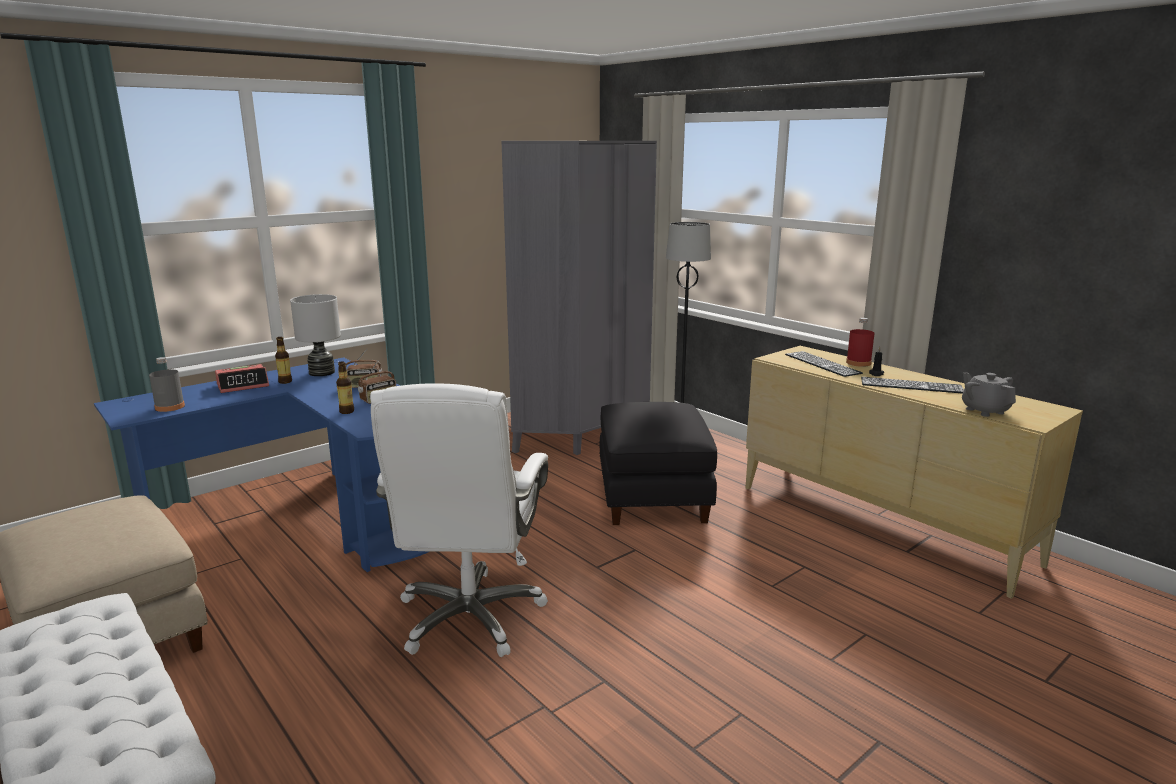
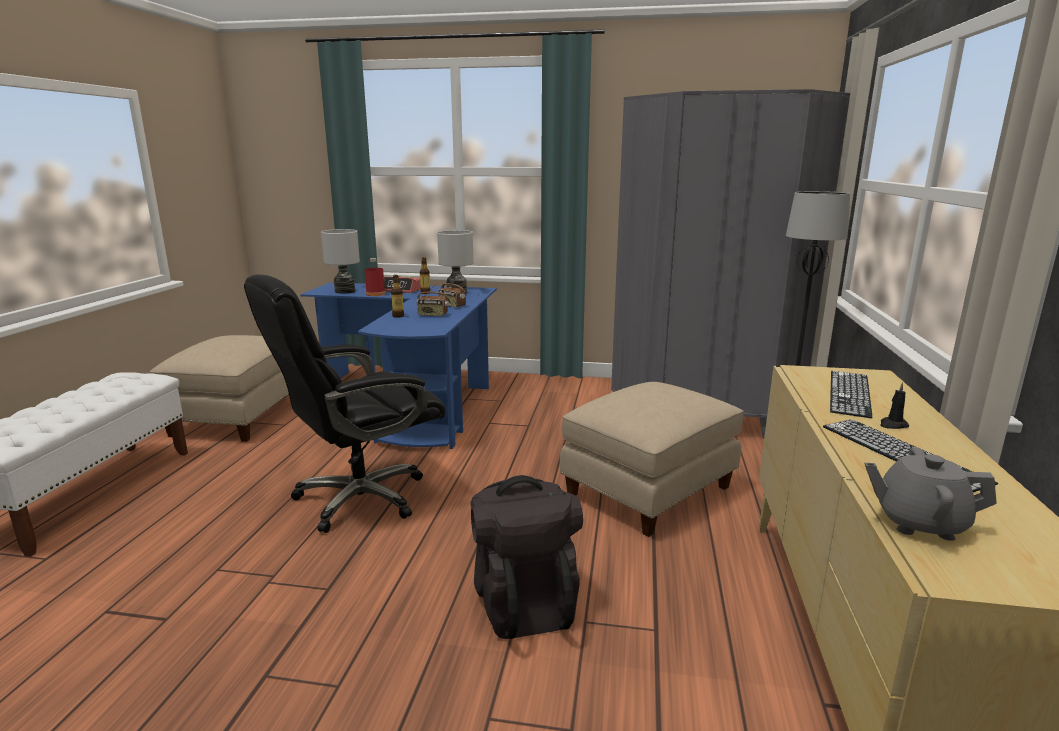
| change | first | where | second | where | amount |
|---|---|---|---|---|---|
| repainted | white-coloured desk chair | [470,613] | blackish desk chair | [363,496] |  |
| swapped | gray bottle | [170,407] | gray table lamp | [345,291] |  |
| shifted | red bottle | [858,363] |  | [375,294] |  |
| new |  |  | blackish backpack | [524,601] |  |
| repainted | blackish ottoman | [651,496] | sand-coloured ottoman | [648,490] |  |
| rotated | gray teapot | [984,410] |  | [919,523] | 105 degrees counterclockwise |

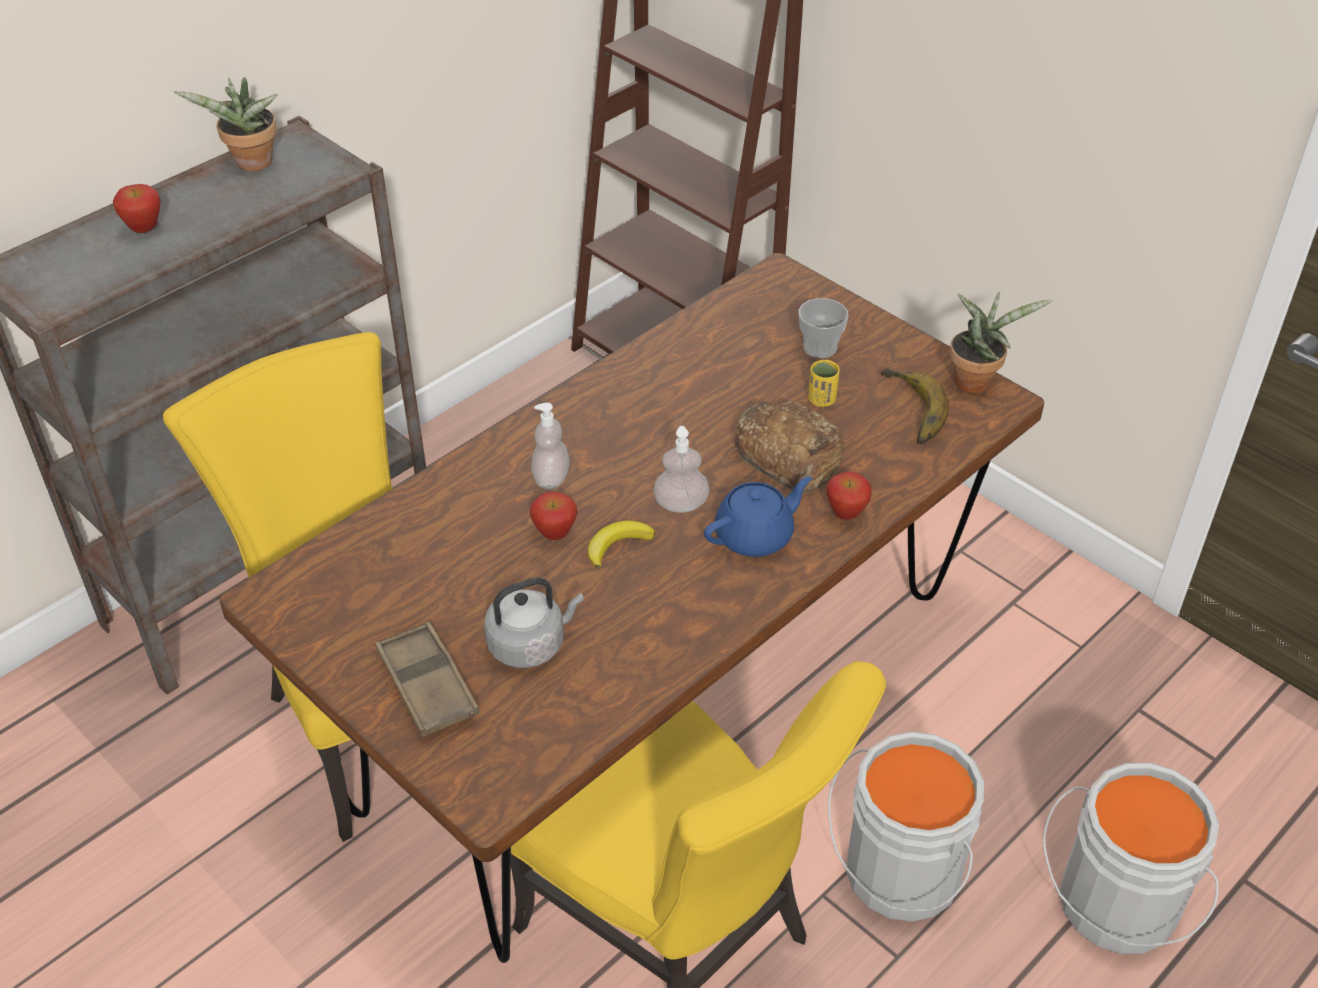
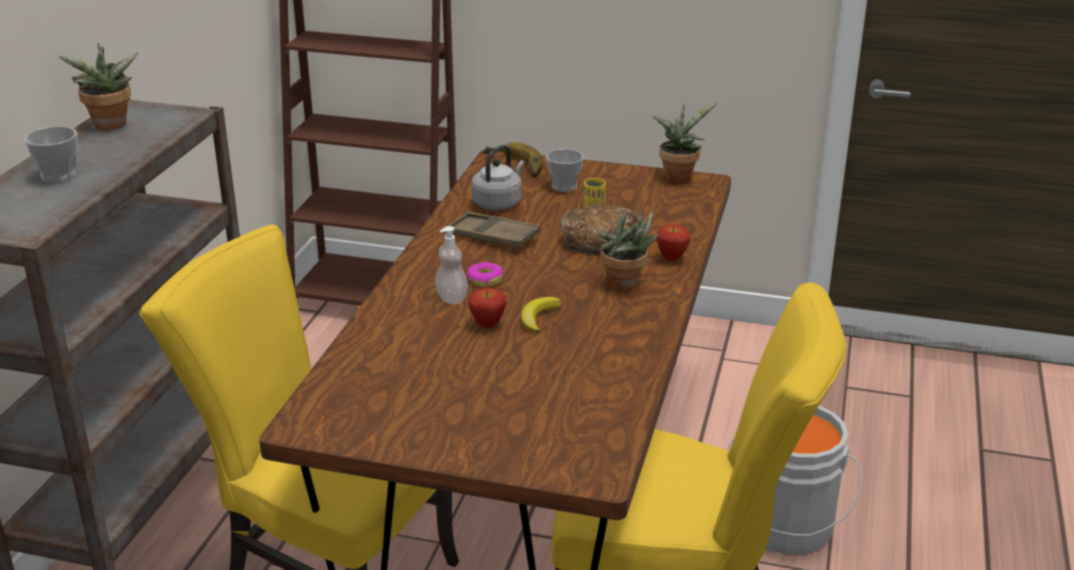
| change | first | where | second | where | amount |
|---|---|---|---|---|---|
| swapped | apple fruit | [144,229] | drinking cup | [59,176] |  |
| shifted | brown-coloured serving tray | [427,685] |  | [492,236] |  |
| new |  |  | donut | [485,280] |  |
| shifted | gray water kettle | [530,644] |  | [499,203] |  |
| shifted | banana | [908,411] |  | [513,166] |  |
| swapped | bluish teapot | [755,536] | houseplant | [626,285] |  |
| gone | soap bottle | [681,504] |  |  |  |
| gone | gray bucket | [1113,907] |  |  |  |

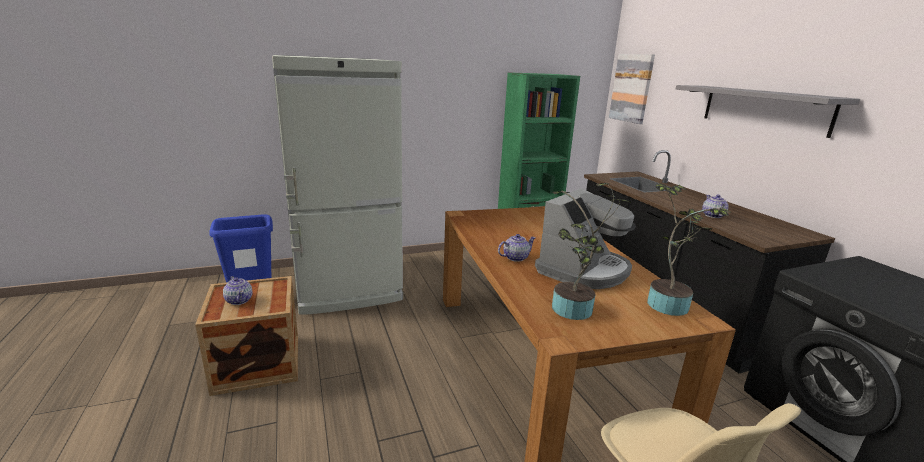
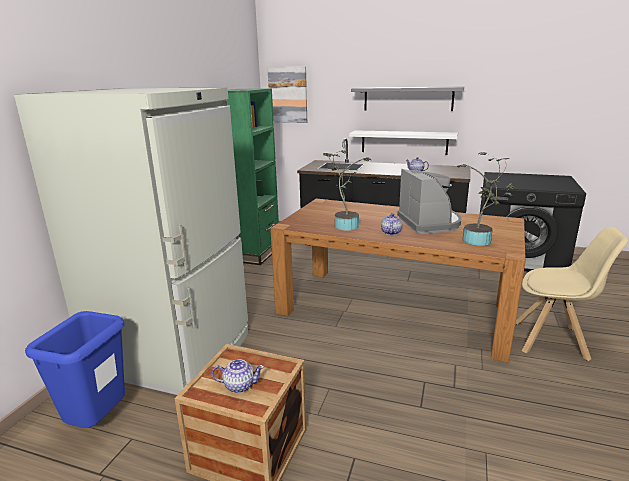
| change | first | where | second | where | amount |
|---|---|---|---|---|---|
| shifted | houseplant | [668,303] |  | [345,225] |  |
| new |  |  | white-coloured bracket shelf | [404,142] |  |

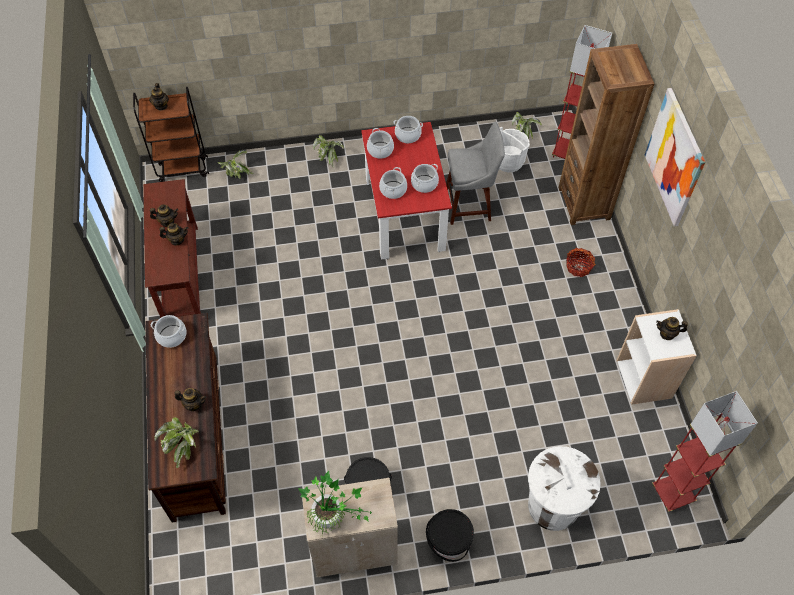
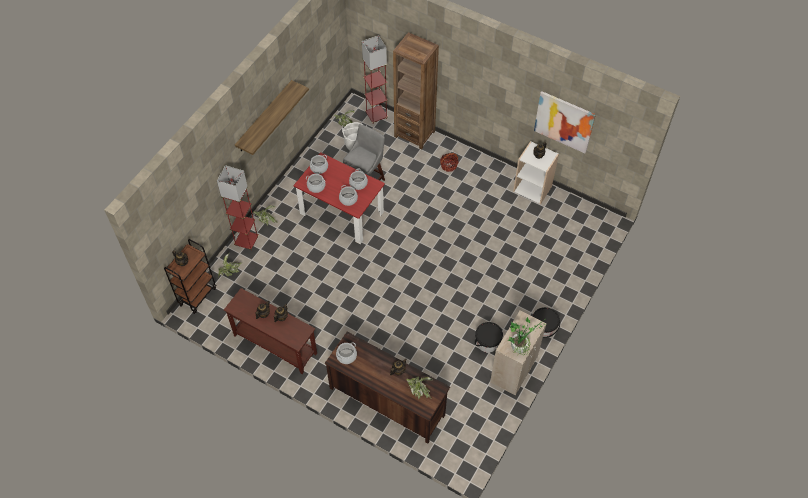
| change | first | where | second | where | amount |
|---|---|---|---|---|---|
| shifted | red floor lamp | [672,493] |  | [246,241] |  |
| new |  |  | bracket shelf | [264,117] |  |
| shifted | wall art | [674,158] |  | [564,121] |  |
| gone | white-coloured trash can | [552,506] |  |  |  |

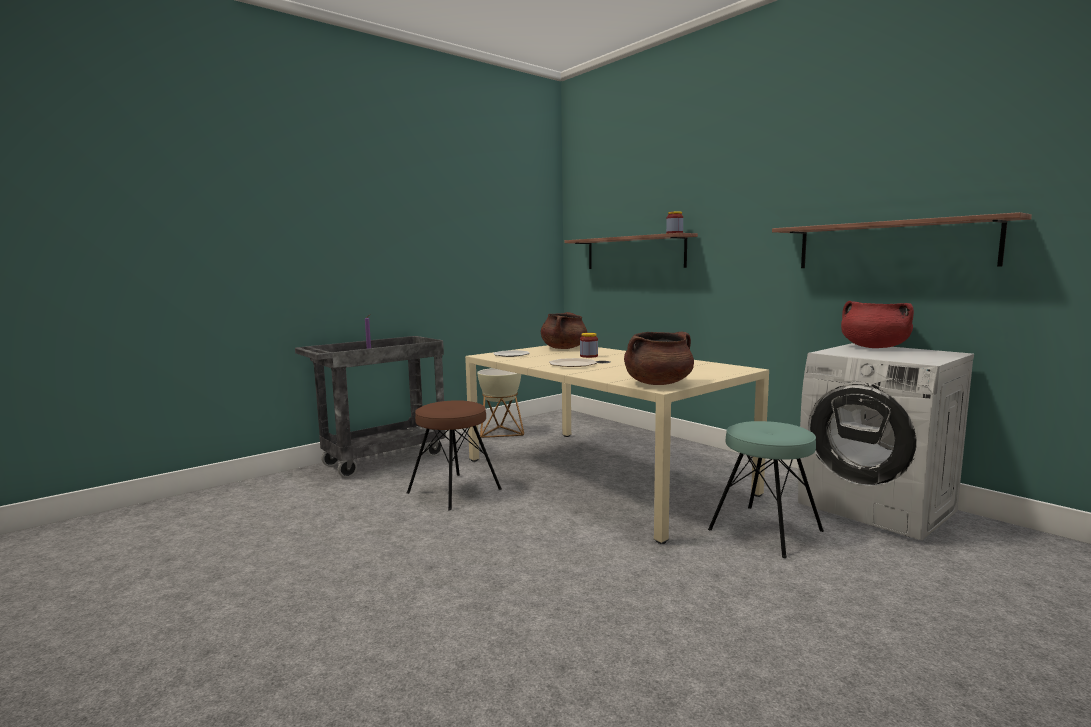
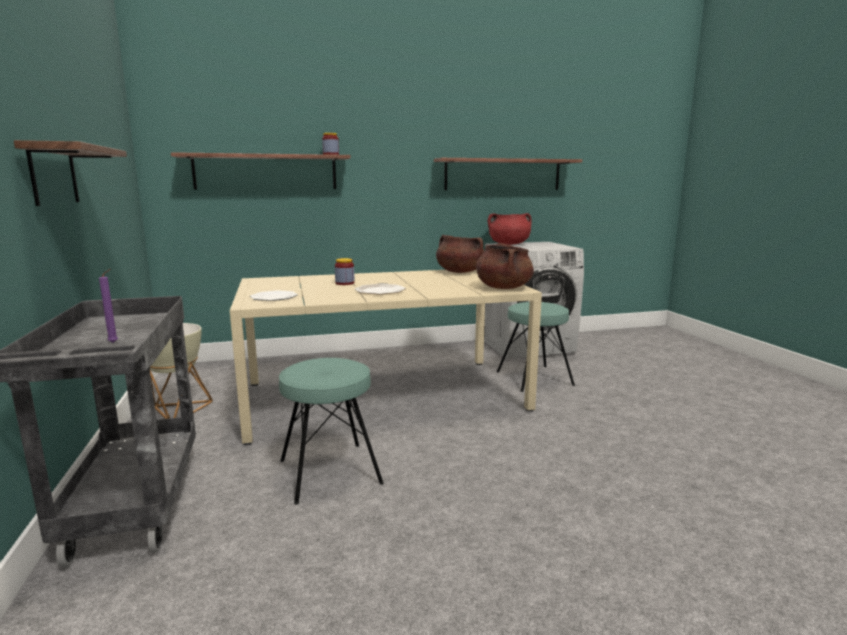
| change | first | where | second | where | amount |
|---|---|---|---|---|---|
| new |  |  | bracket shelf | [53,175] |  |
| repainted | brown-coloured sitting stool | [454,491] | blue-green sitting stool | [329,472] |  |
| shifted | brown-coloured cooking pot | [564,348] |  | [459,272] |  |

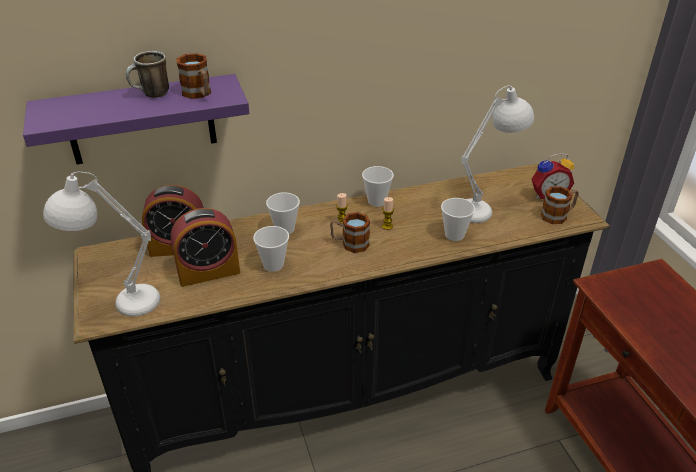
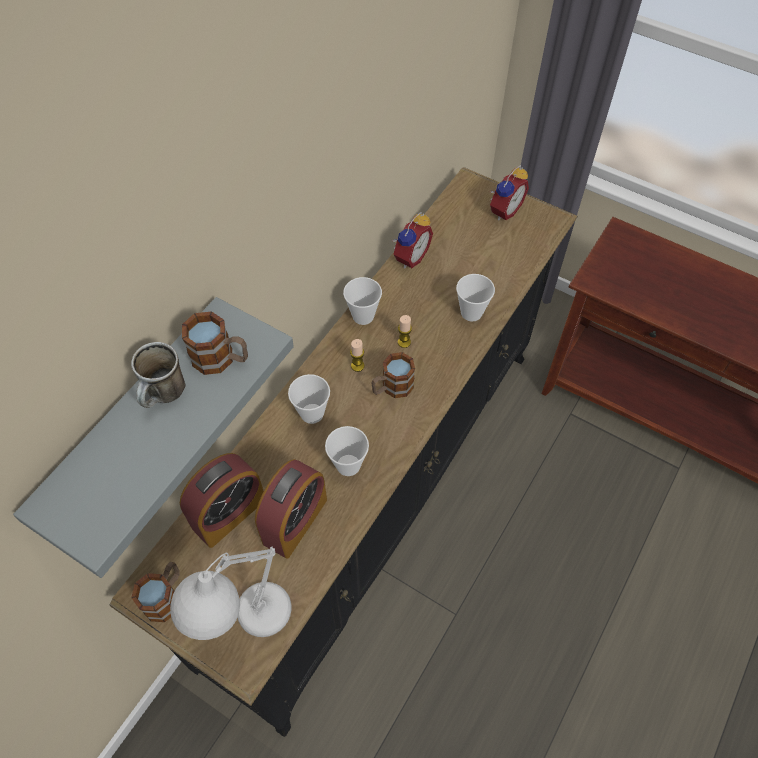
| change | first | where | second | where | amount |
|---|---|---|---|---|---|
| repainted | purple-coloured bracket shelf | [141,120] | gray bracket shelf | [137,422] |  |
| shifted | mug | [558,215] |  | [166,596] |  |
| new |  |  | bedside clock | [409,257] |  |
| gone | white-coloured table lamp | [486,208] |  |  |  |

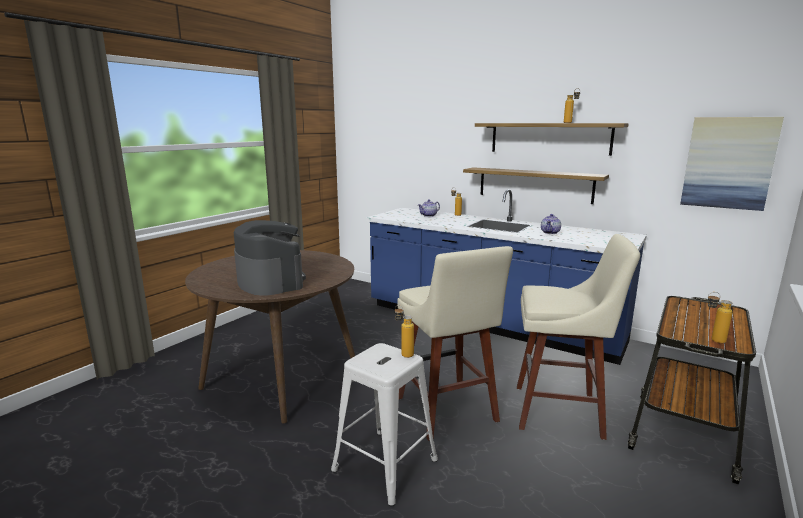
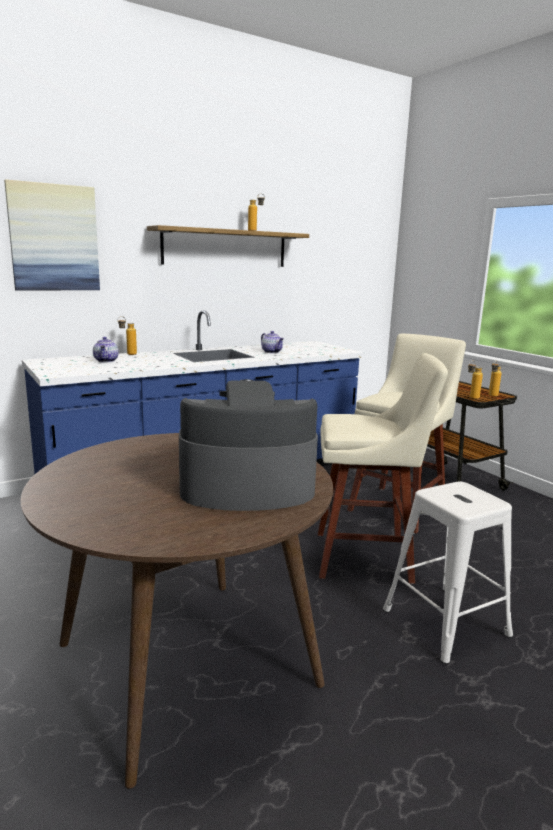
| change | first | where | second | where | amount |
|---|---|---|---|---|---|
| shifted | wall art | [728,163] |  | [54,238] |  |
| shifted | bottle | [403,353] |  | [471,398] |  |
| gone | bracket shelf | [534,185] |  |  |  |

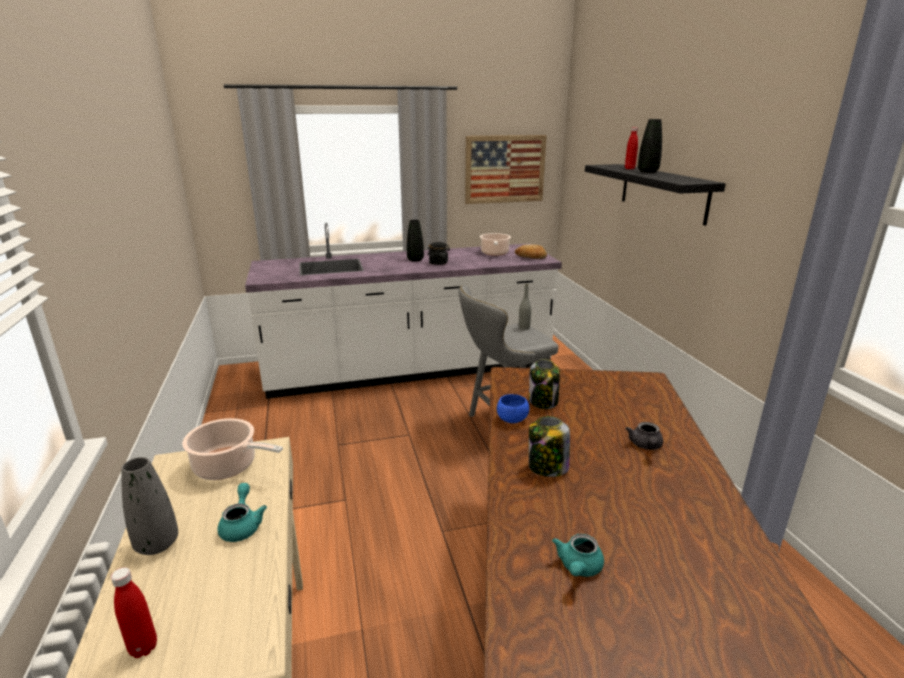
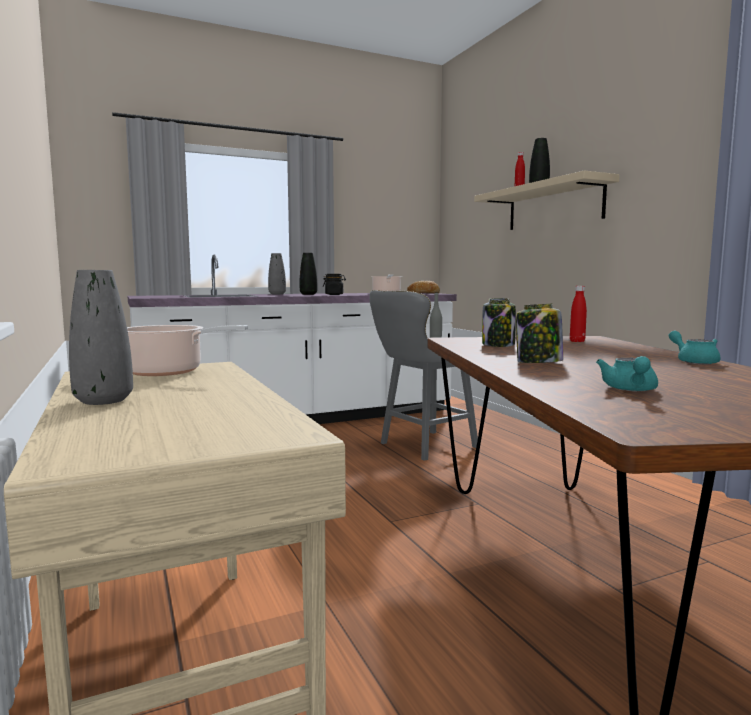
| change | first | where | second | where | amount |
|---|---|---|---|---|---|
| new |  |  | gray vase | [277,294] |  |
| repainted | blackish bracket shelf | [662,192] | sand-coloured bracket shelf | [554,206] |  |
| shifted | red bottle | [143,648] |  | [577,341] |  |
| shifted | blue-green teapot | [242,525] |  | [694,361] |  |
| gone | wall art | [505,169] |  |  |  |
| gone | bluish bowl | [512,419] |  |  |  |
| gone | gray teapot | [645,446] |  |  |  |

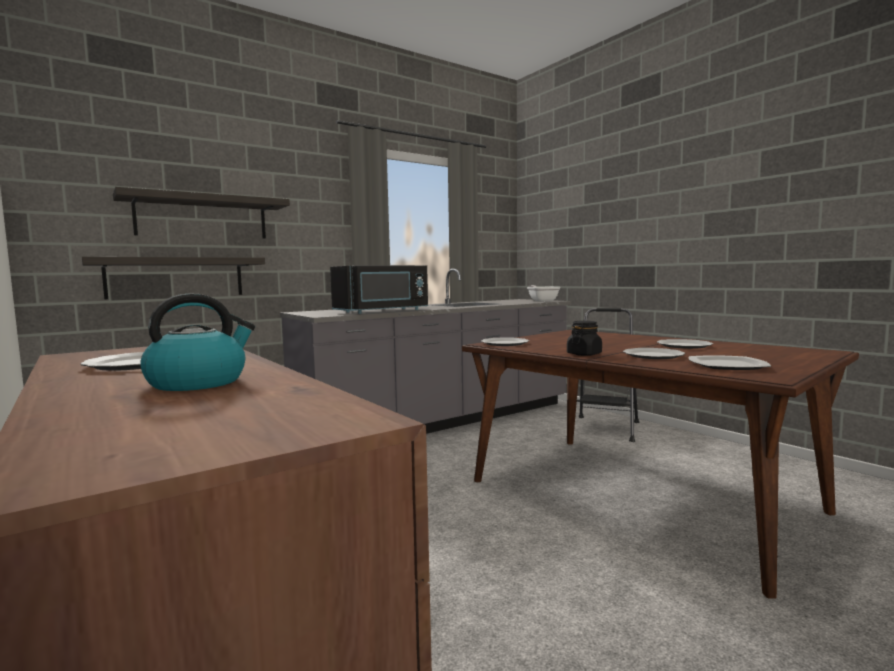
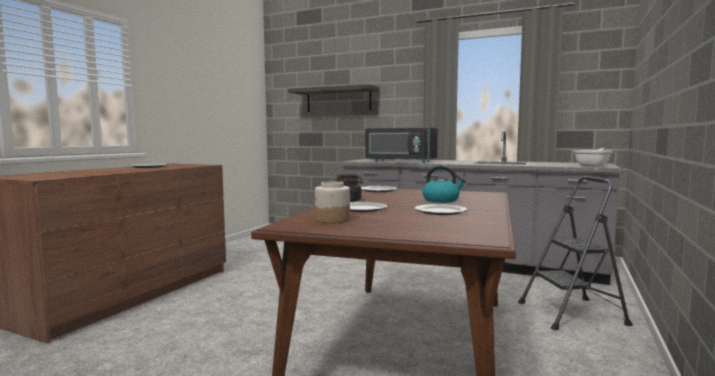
| change | first | where | second | where | amount |
|---|---|---|---|---|---|
| swapped | dinner plate | [728,365] | jar | [332,220] |  |
| shifted | water kettle | [199,382] |  | [441,200] |  |
| gone | bracket shelf | [176,277] |  |  |  |

